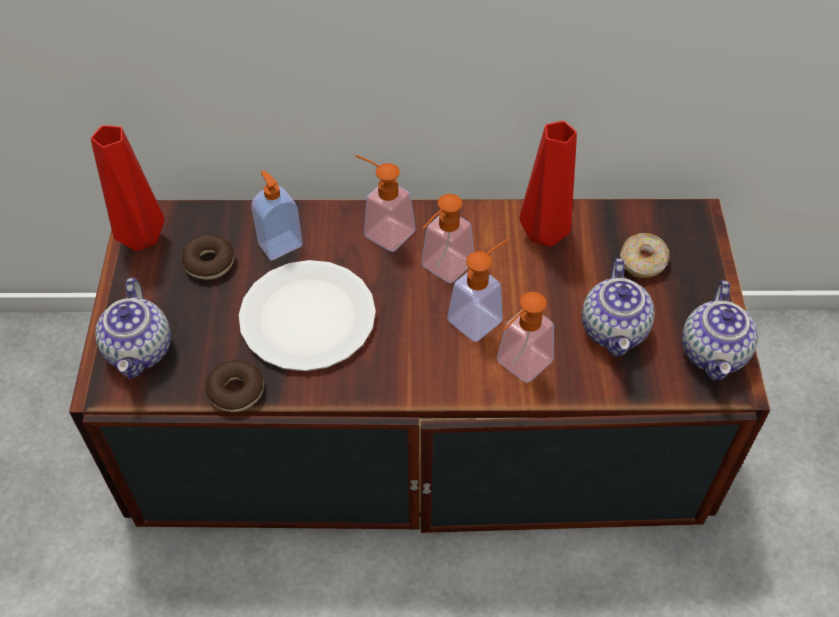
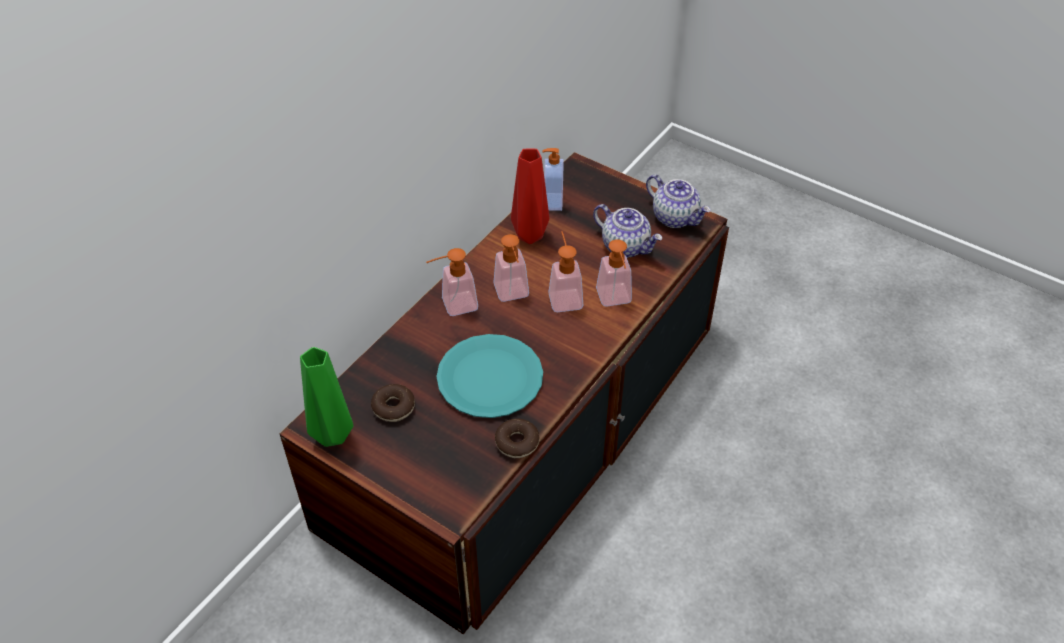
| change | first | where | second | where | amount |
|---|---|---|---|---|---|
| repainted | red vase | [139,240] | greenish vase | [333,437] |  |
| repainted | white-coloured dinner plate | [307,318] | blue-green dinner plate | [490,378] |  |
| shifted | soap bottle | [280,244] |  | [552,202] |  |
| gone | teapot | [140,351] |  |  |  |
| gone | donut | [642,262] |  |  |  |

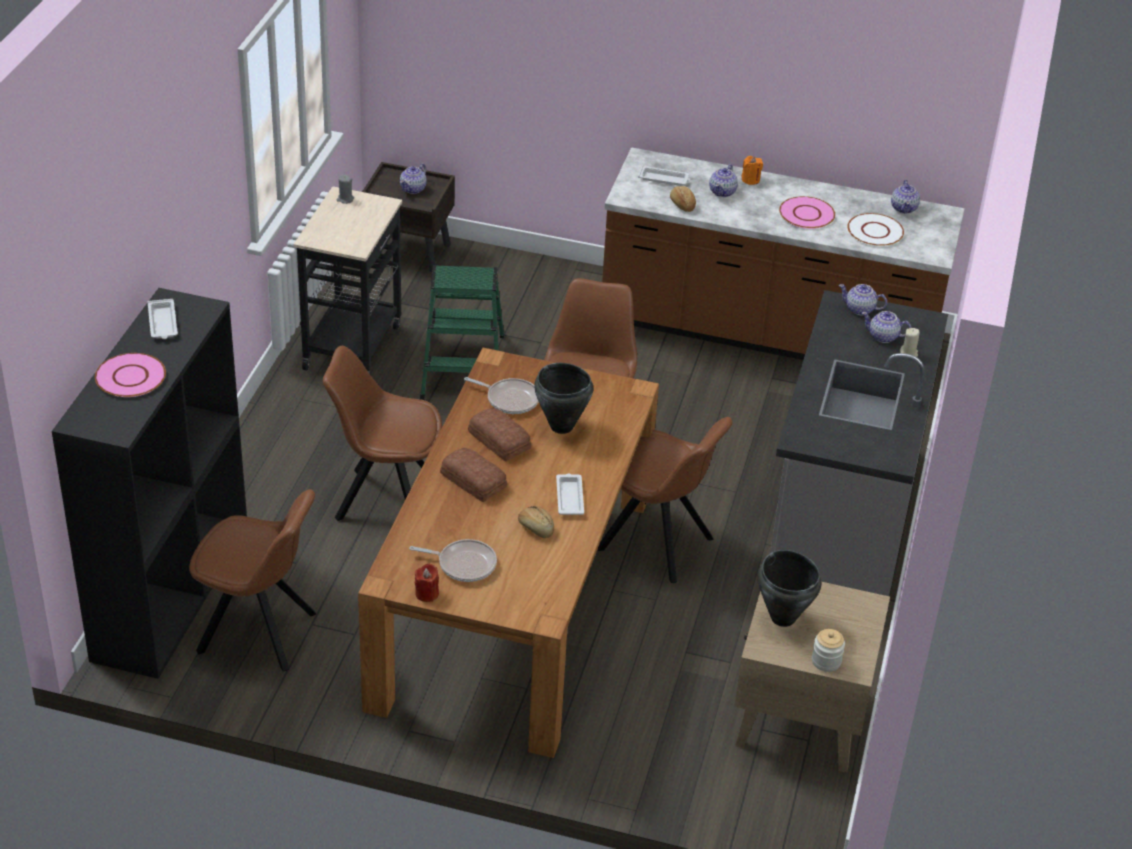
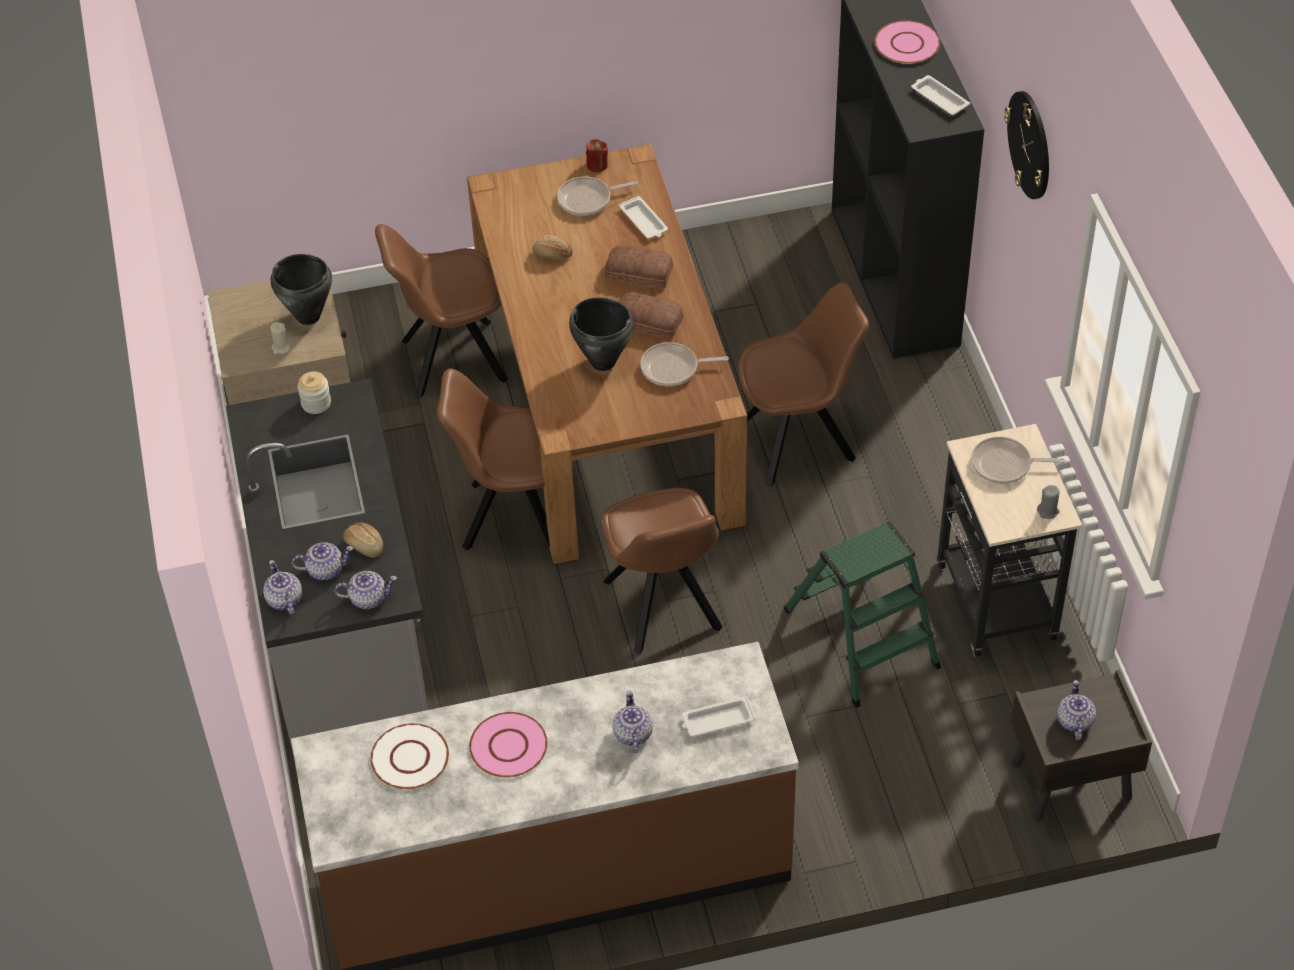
| change | first | where | second | where | amount |
|---|---|---|---|---|---|
| shifted | teapot | [904,208] |  | [284,600] |  |
| shifted | sand-coloured wax light | [908,353] |  | [281,347] |  |
| shifted | jar | [826,661] |  | [316,403] |  |
| shifted | bakery bread | [682,205] |  | [364,545] |  |
| shifted | brown-coloured plain chair | [258,632] |  | [452,360] |  |
| shifted | white-coloured serving tray | [569,497] |  | [644,222] |  |
| new |  |  | frying pan | [1005,465] |  |
| new |  |  | clock on the wall | [1030,144] |  |
| gone | orange wax light | [750,180] |  |  |  |

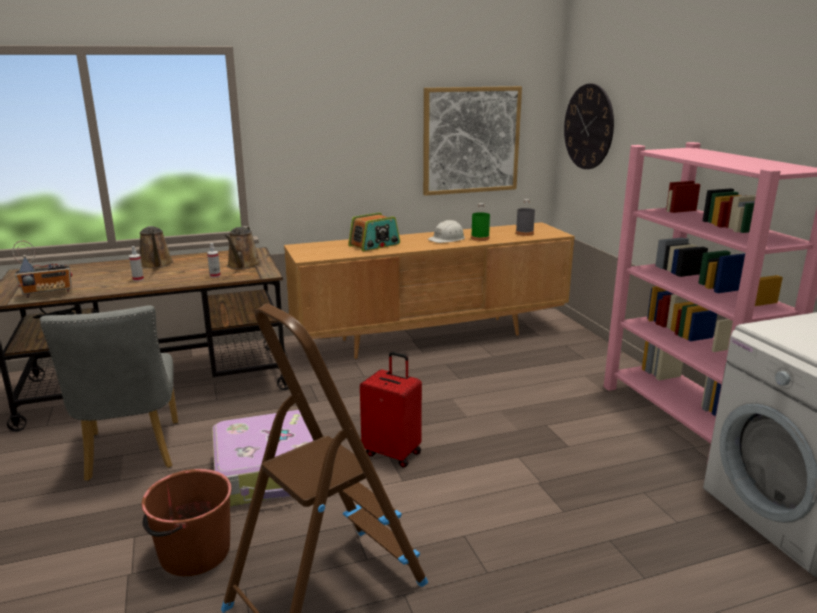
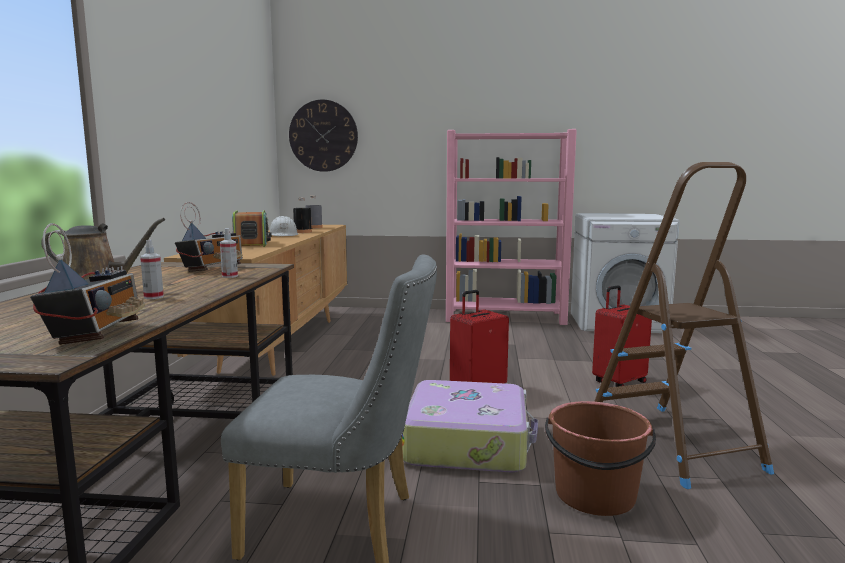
| change | first | where | second | where | amount |
|---|---|---|---|---|---|
| swapped | brown-coloured sprinkling can | [243,265] | radio set | [213,269] |  |
| repainted | greenish bottle | [480,238] | blackish bottle | [302,232] |  |
| new |  |  | red suitcase | [618,382] |  |
| gone | wall art | [471,140] |  |  |  |

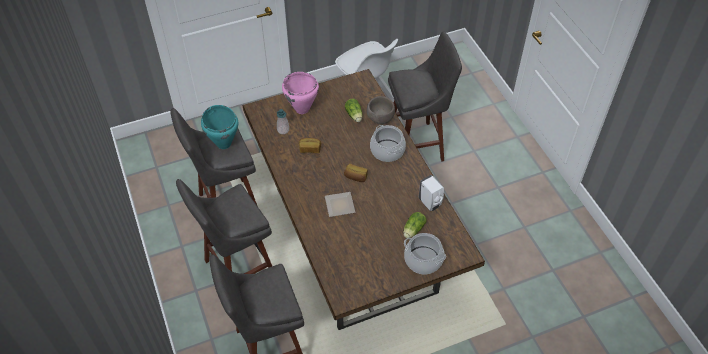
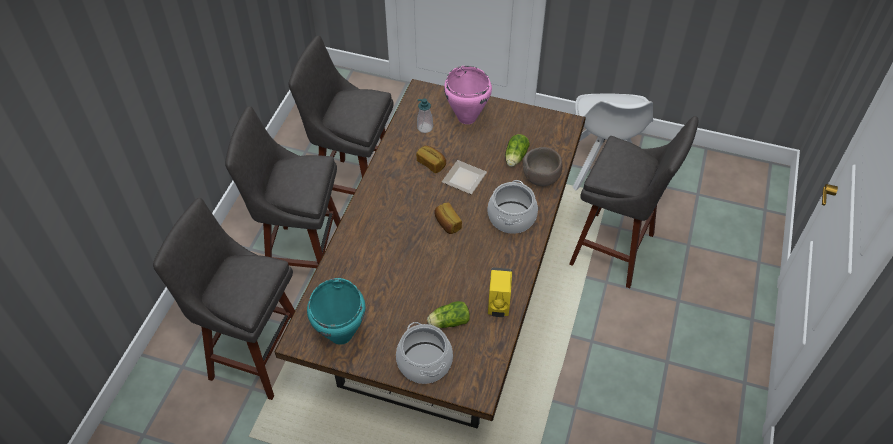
| change | first | where | second | where | amount |
|---|---|---|---|---|---|
| shifted | blue-green cooking pot | [224,143] |  | [341,334] |  |
| shifted | dinner plate | [338,205] |  | [463,177] |  |
| repainted | white-coloured soap bottle | [430,203] | yellow soap bottle | [498,306] |  |

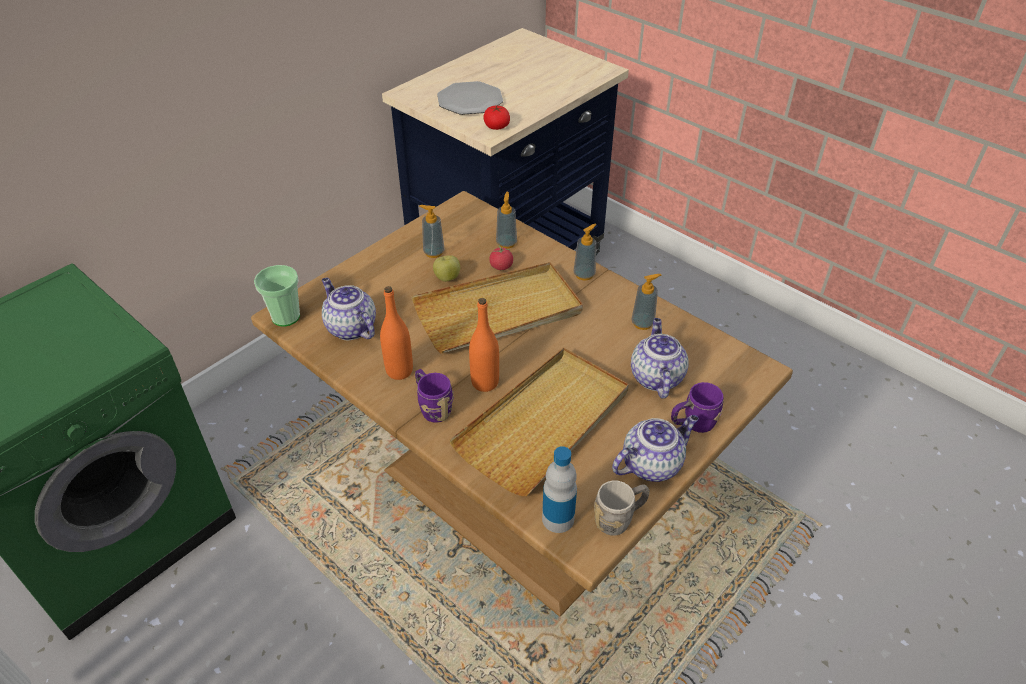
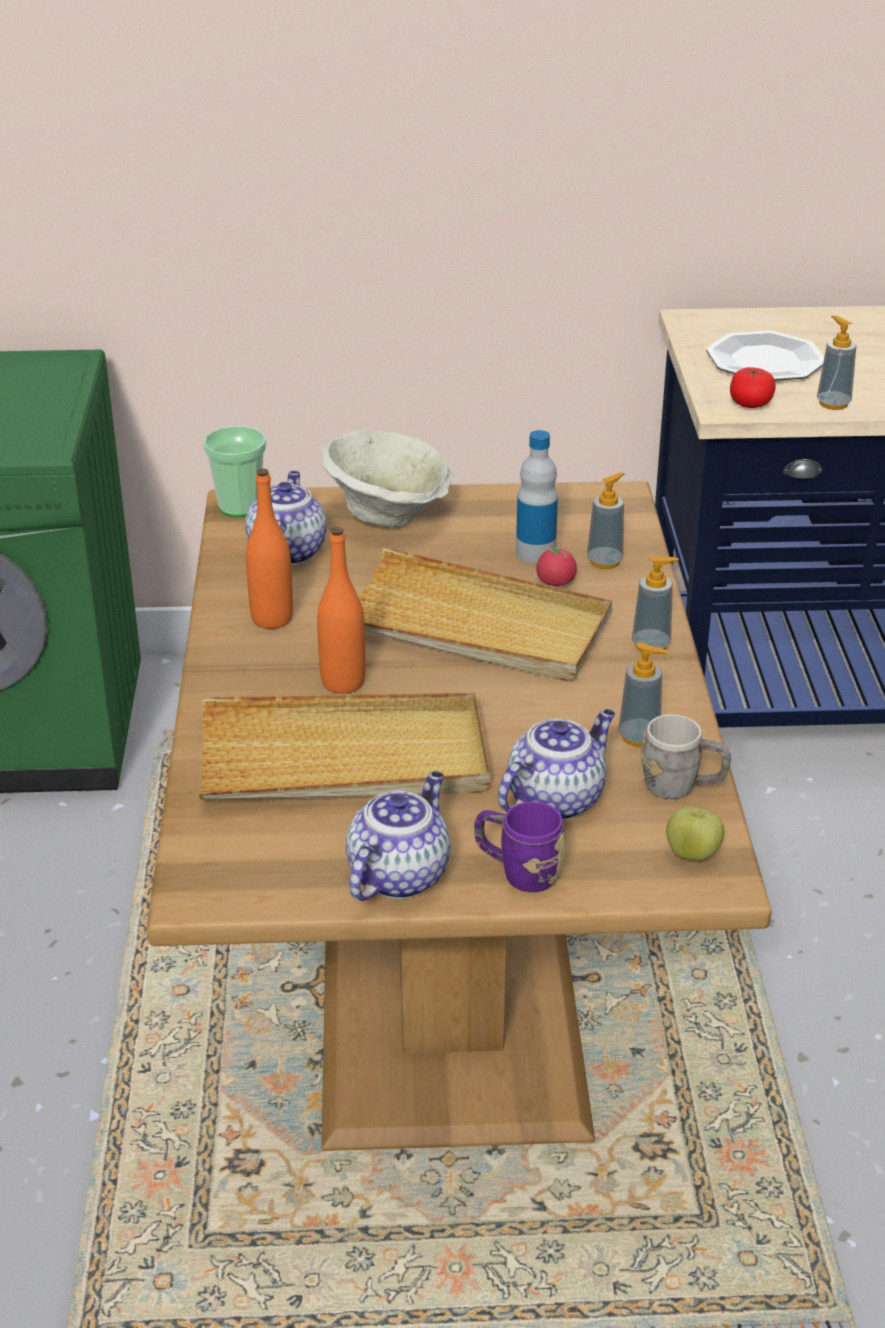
| change | first | where | second | where | amount |
|---|---|---|---|---|---|
| new |  |  | sand-coloured bowl | [388,516] |  |
| rotated | teapot | [652,463] |  | [398,874] | 75 degrees counterclockwise |
| shifted | bottle | [558,519] |  | [535,552] |  |
| shifted | gray mug | [619,519] |  | [681,787] |  |
| shifted | apple fruit | [447,278] |  | [692,854] |  |
| shifted | soap bottle | [433,252] |  | [833,404] |  |
| gone | purple-coloured mug | [432,407] |  |  |  |

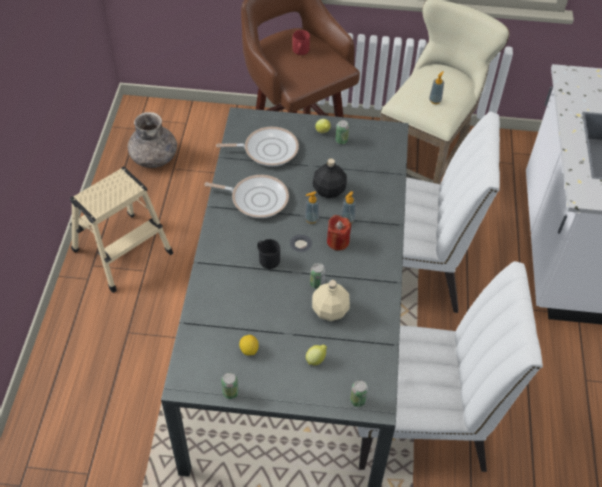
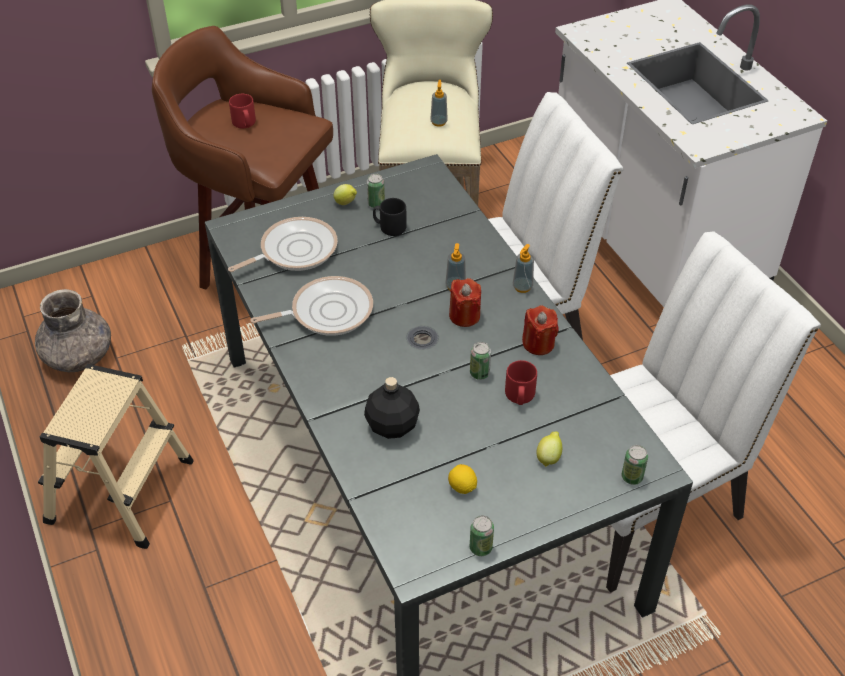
| change | first | where | second | where | amount |
|---|---|---|---|---|---|
| shifted | blackish bottle | [329,190] |  | [393,425] |  |
| shifted | blackish mug | [267,259] |  | [389,227] |  |
| swapped | sand-coloured bottle | [330,311] | red mug | [519,396] |  |
| shifted | soap bottle | [311,219] |  | [522,287] |  |
| new |  |  | red wax light | [538,343] |  |

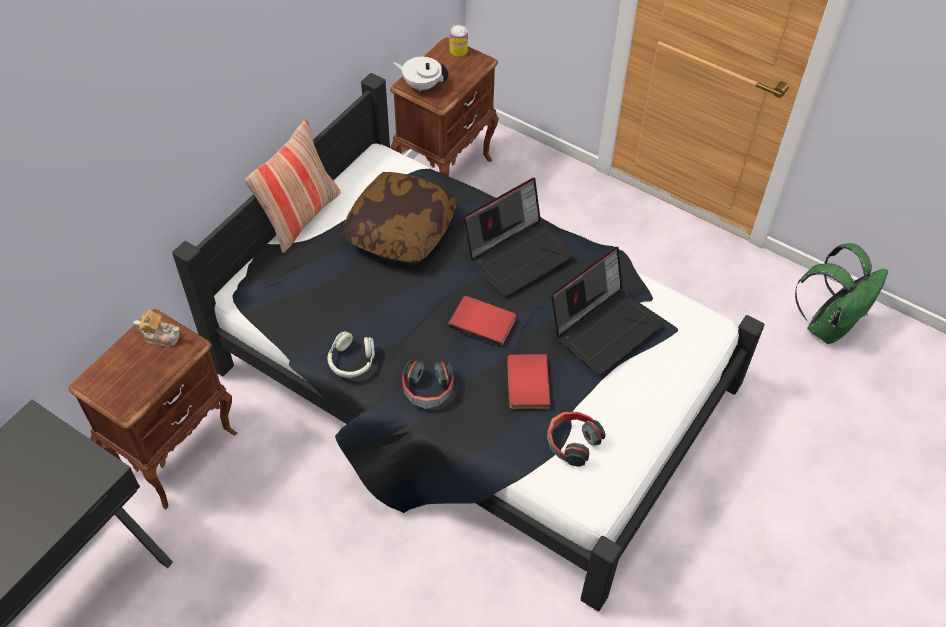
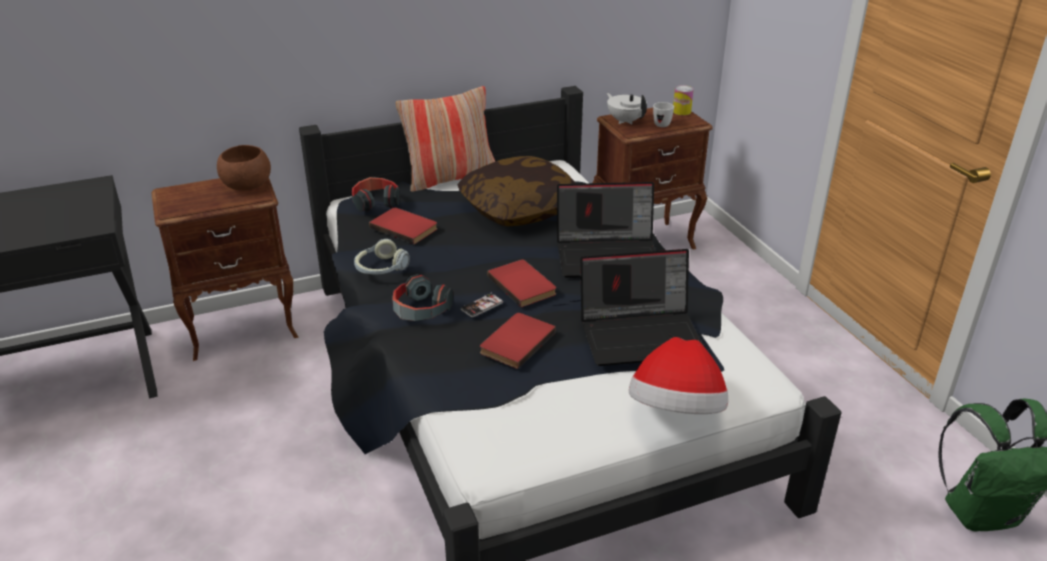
| change | first | where | second | where | amount |
|---|---|---|---|---|---|
| swapped | teapot | [161,336] | brown-coloured bowl | [247,185] |  |
| shifted | headphones | [572,442] |  | [375,202] |  |
| new |  |  | red book | [405,227] |  |
| new |  |  | phone | [482,306] |  |
| new |  |  | clothing hat | [676,412] |  |
| new |  |  | white-coloured mug | [663,124] |  |

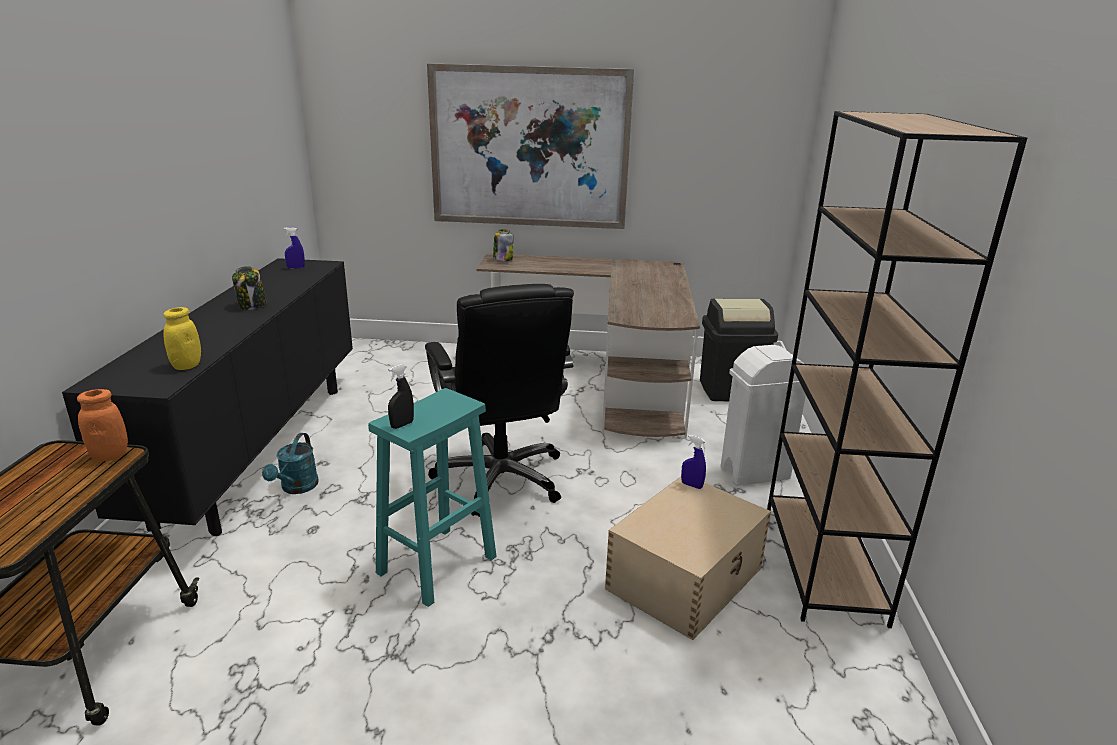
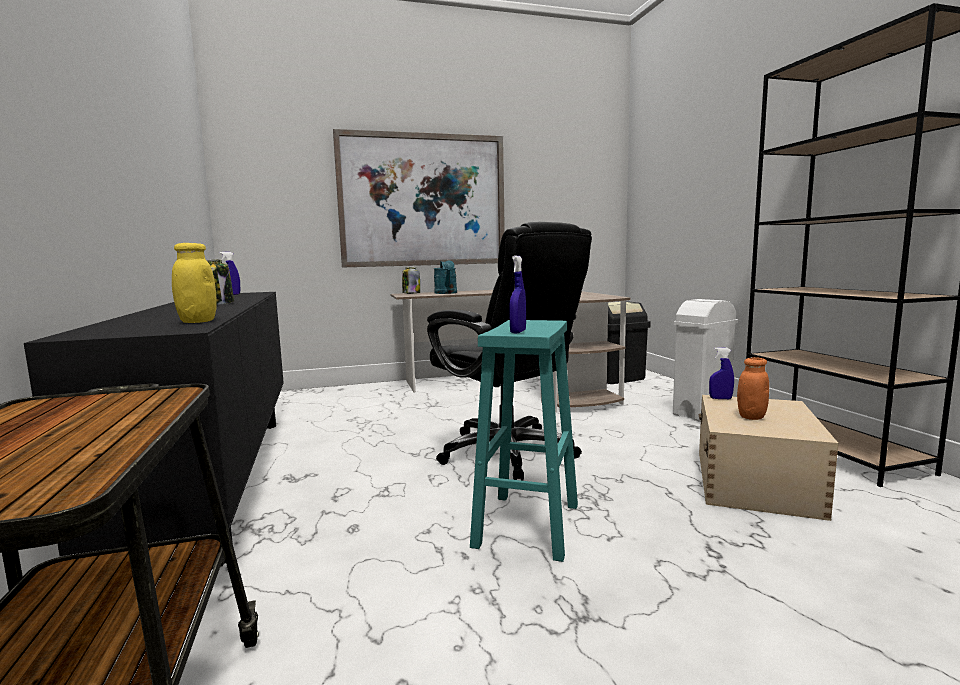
| change | first | where | second | where | amount |
|---|---|---|---|---|---|
| shifted | blue-green sprinkling can | [296,488] |  | [446,293] |  |
| repainted | blackish sprayer | [402,425] | bluish sprayer | [518,332] |  |
| shifted | orange jar | [110,455] |  | [751,417] |  |

